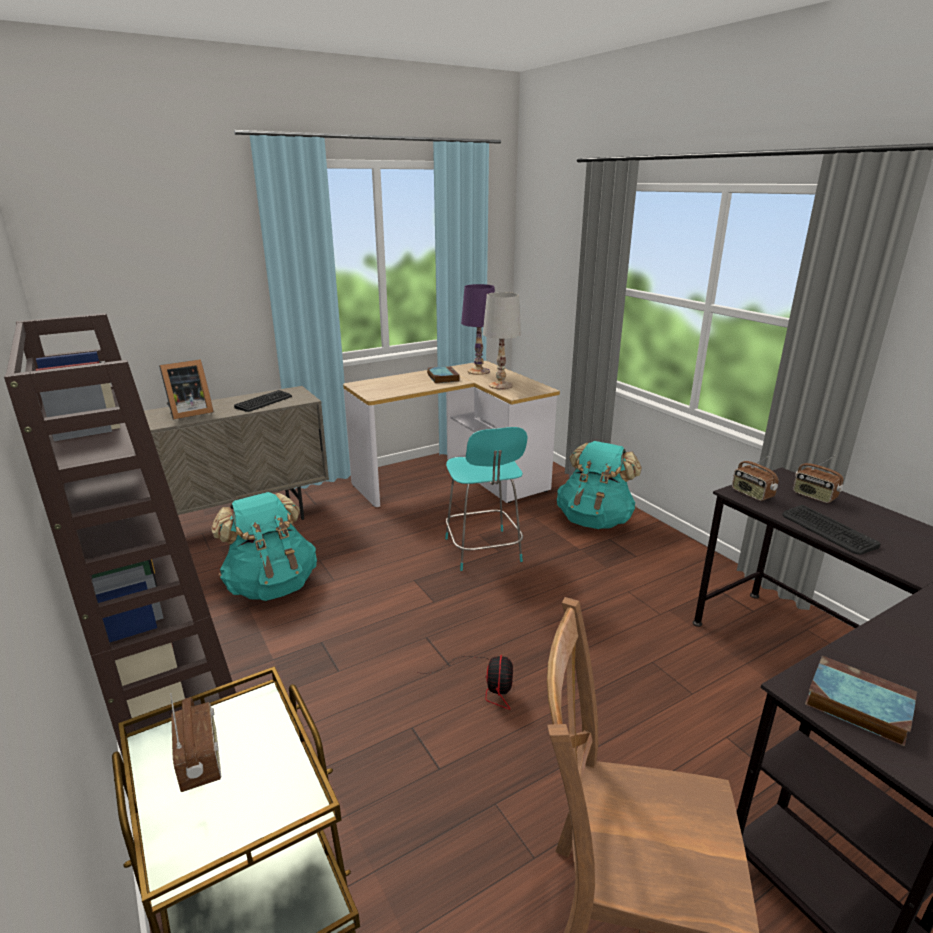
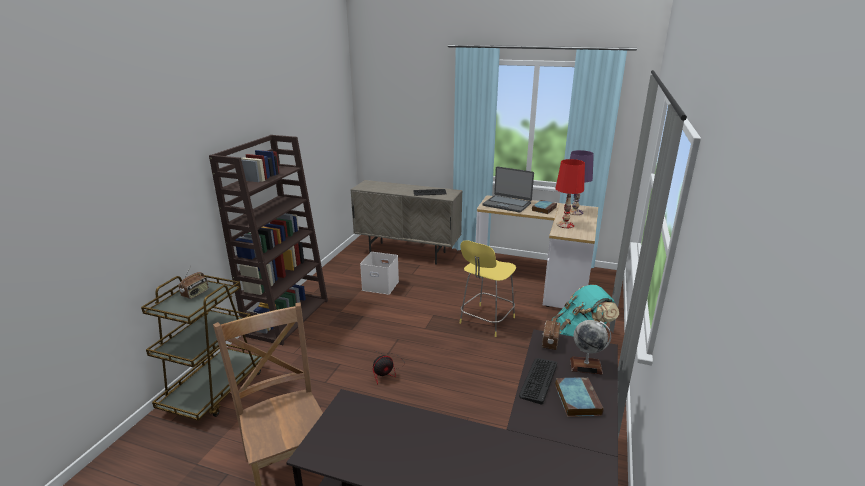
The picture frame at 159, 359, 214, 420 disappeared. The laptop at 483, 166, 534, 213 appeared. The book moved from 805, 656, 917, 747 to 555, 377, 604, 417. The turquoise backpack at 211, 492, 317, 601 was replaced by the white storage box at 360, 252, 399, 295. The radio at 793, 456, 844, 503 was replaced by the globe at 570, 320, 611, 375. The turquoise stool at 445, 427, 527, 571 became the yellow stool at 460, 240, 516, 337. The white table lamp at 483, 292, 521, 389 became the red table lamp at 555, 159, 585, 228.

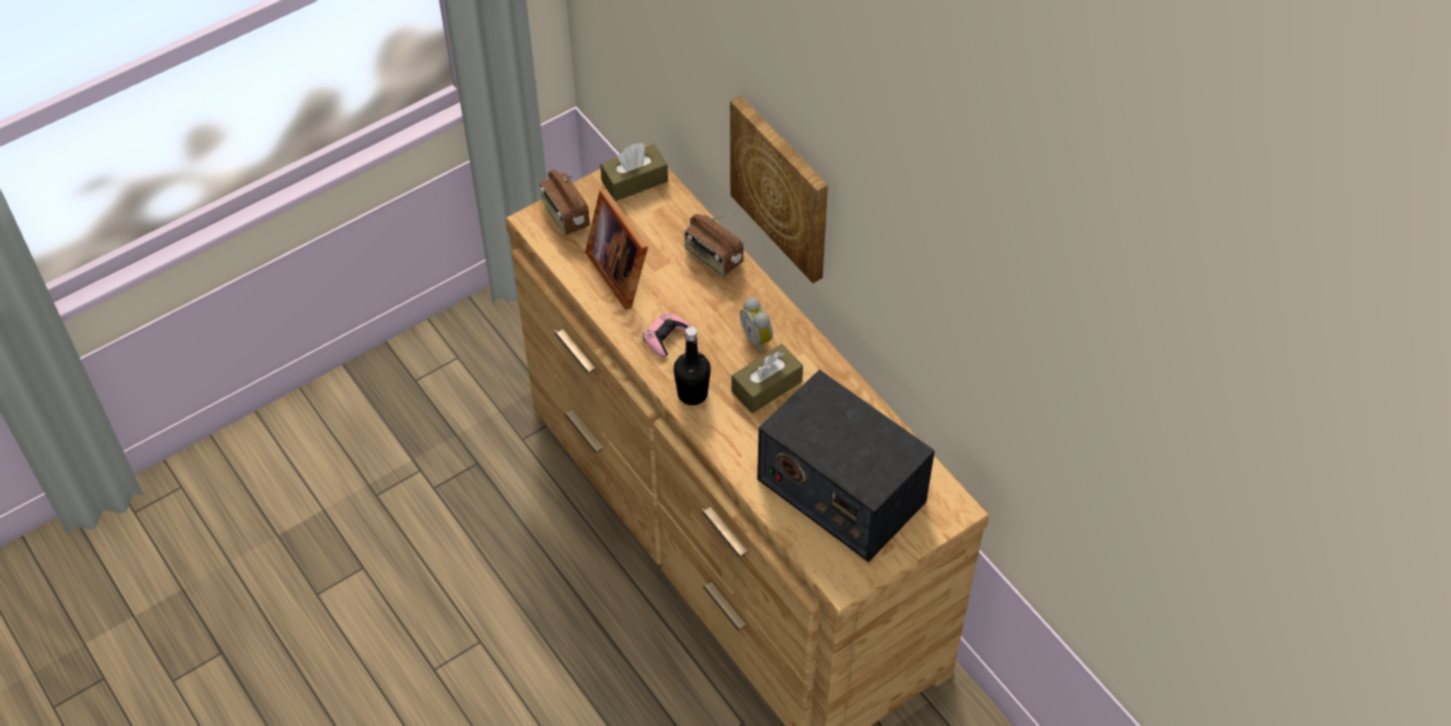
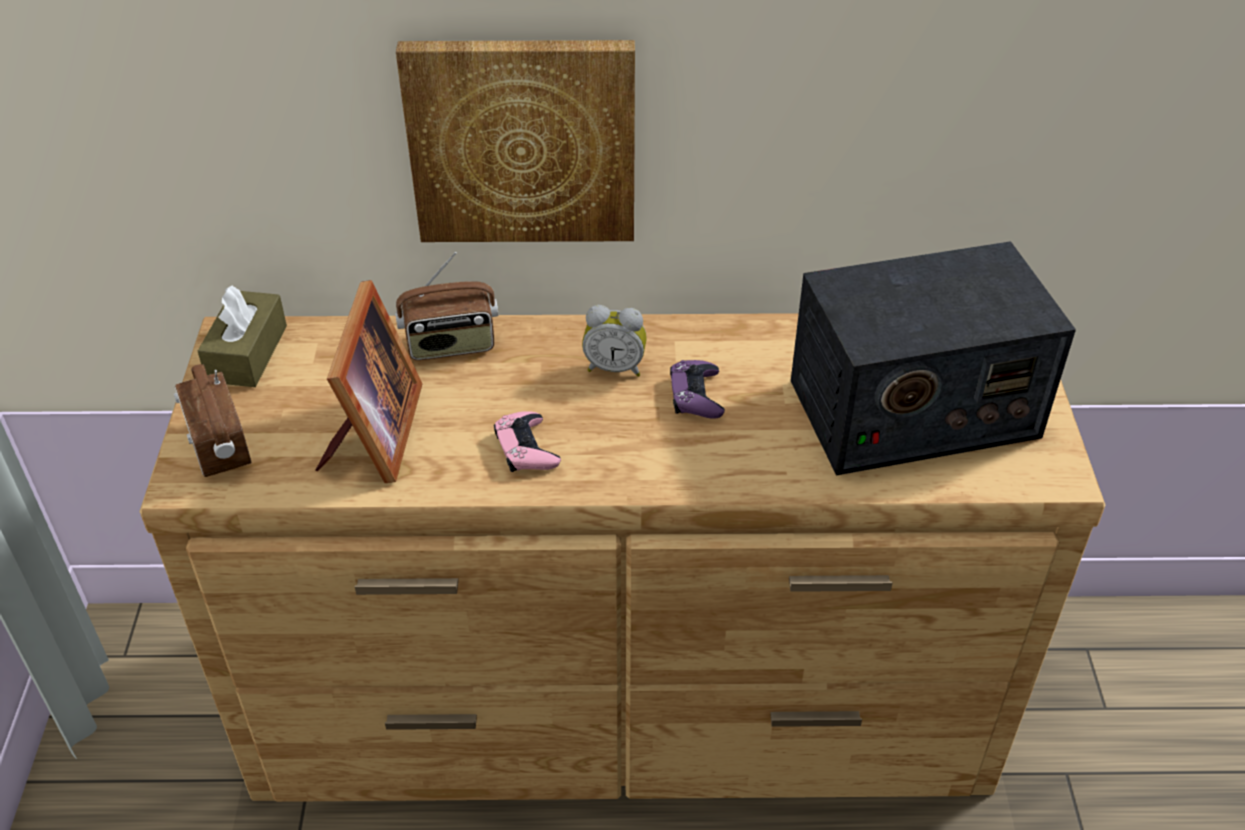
The black bottle at 674, 326, 711, 405 disappeared. The brown tissue box at 732, 344, 803, 413 was replaced by the purple game controller at 670, 360, 725, 418. The radio at 540, 169, 590, 236 turned 60 degrees clockwise. The picture frame at 585, 189, 648, 310 turned 90 degrees counterclockwise.

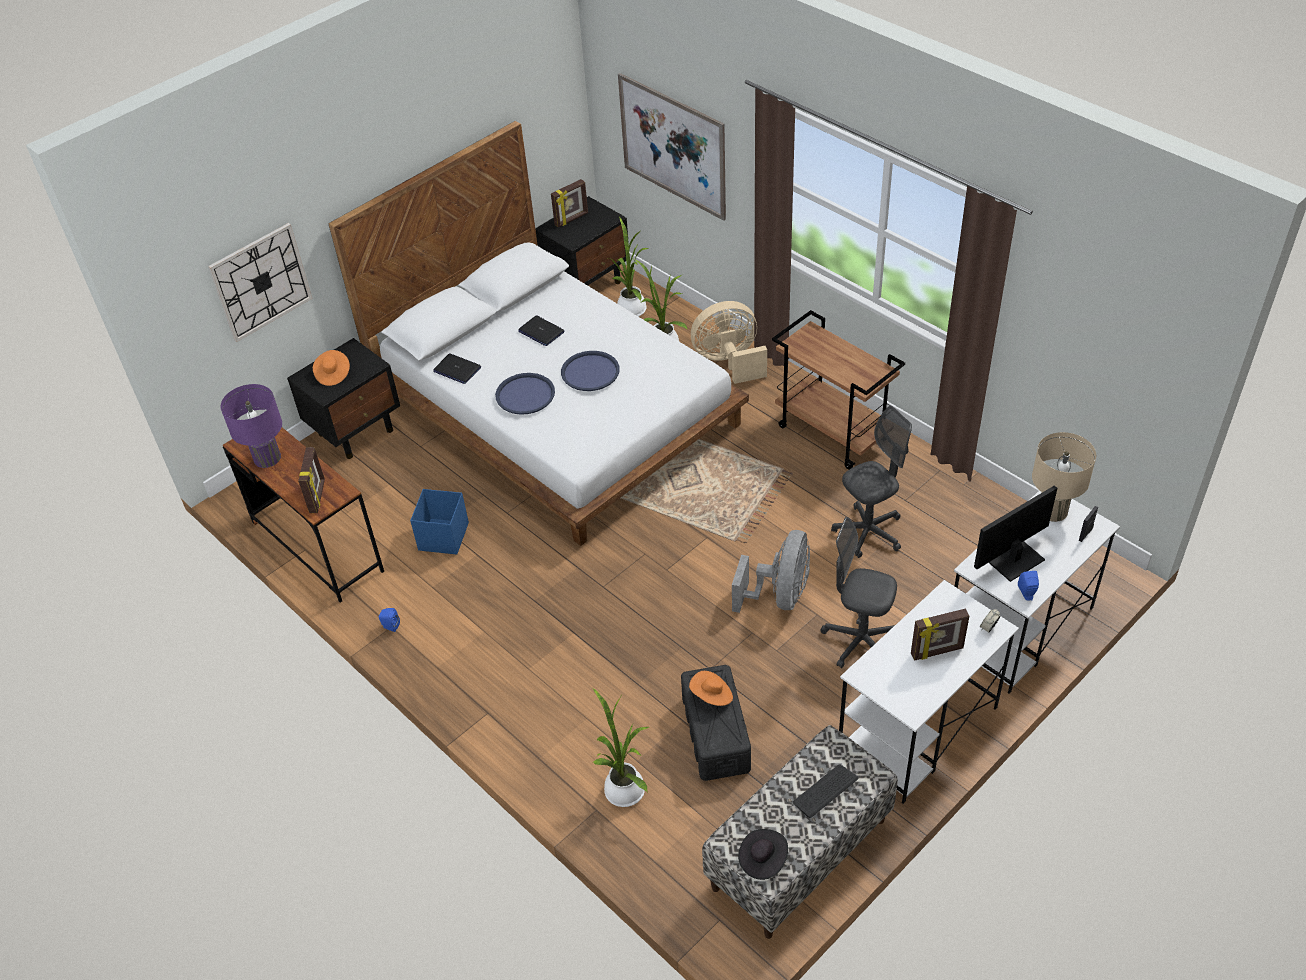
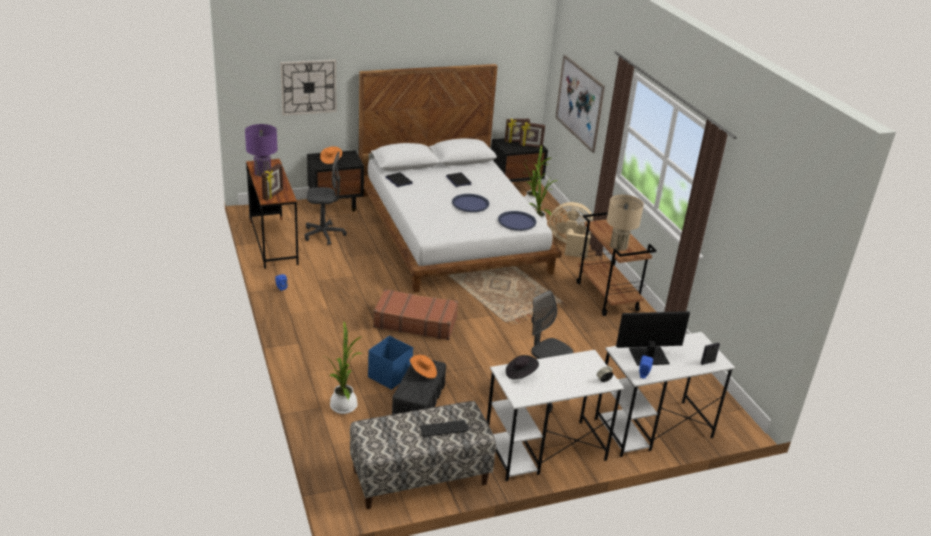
The grey fan at 732, 530, 810, 613 disappeared. The brown suitcase at 373, 289, 458, 340 appeared. The blue storage box moved from 410, 489, 469, 555 to 368, 336, 413, 390. The blue tray moved from 495, 373, 555, 415 to 498, 211, 536, 231. The black hat moved from 738, 829, 788, 880 to 506, 355, 539, 380. The grey office chair moved from 831, 406, 912, 558 to 305, 151, 347, 245. The picture frame moved from 911, 609, 969, 661 to 519, 122, 545, 148. The beige table lamp moved from 1032, 432, 1096, 522 to 607, 195, 644, 251.

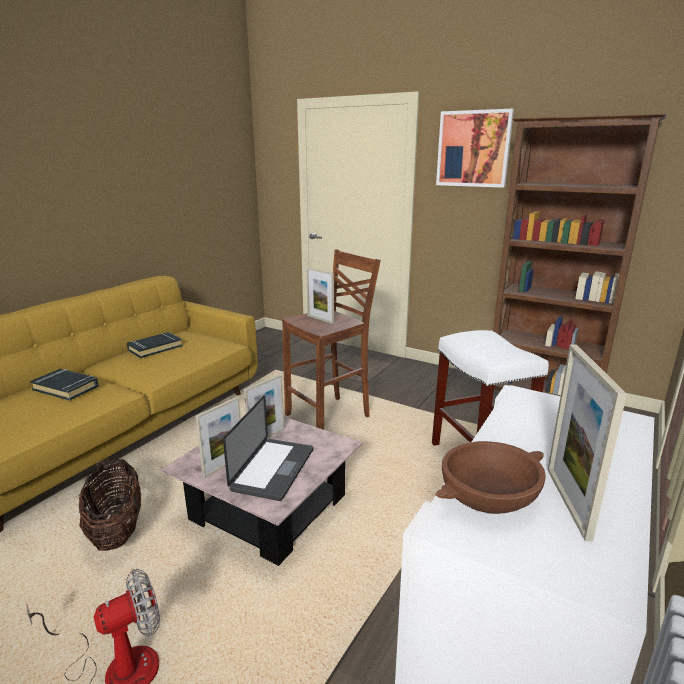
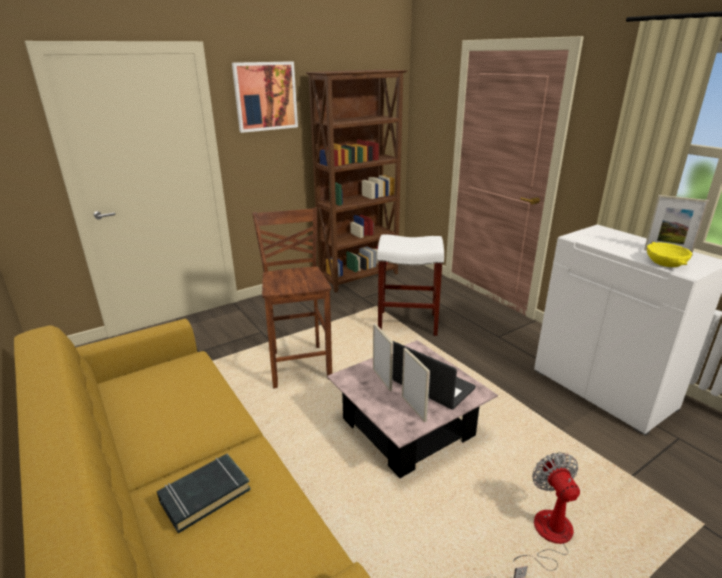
The basket at 79, 458, 142, 551 disappeared. The black book at 127, 332, 183, 358 disappeared. The picture frame at 306, 268, 334, 324 disappeared. The brown bowl at 435, 441, 546, 514 became the yellow bowl at 647, 242, 693, 267.

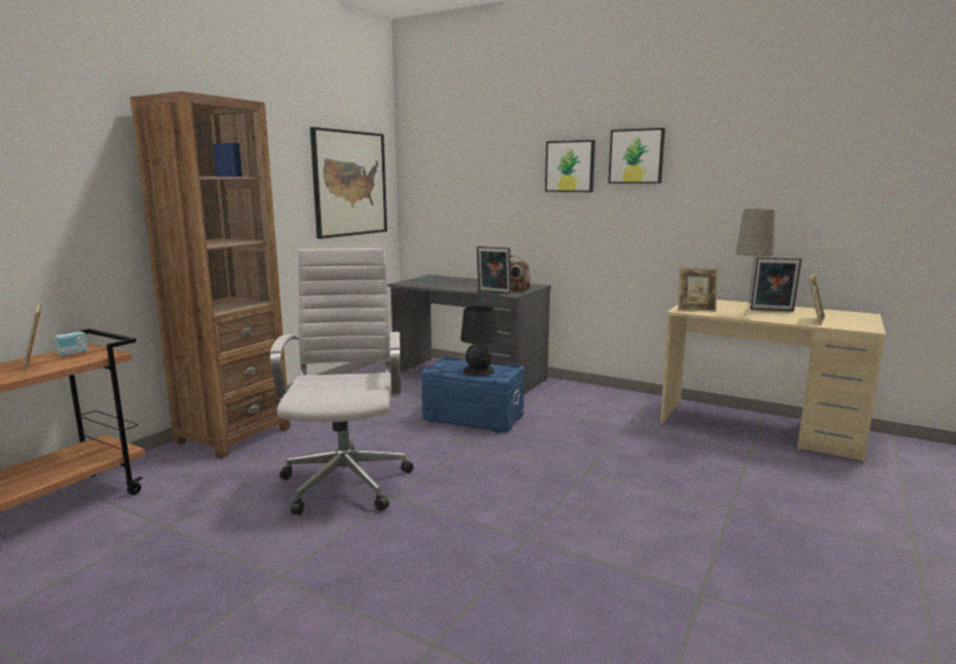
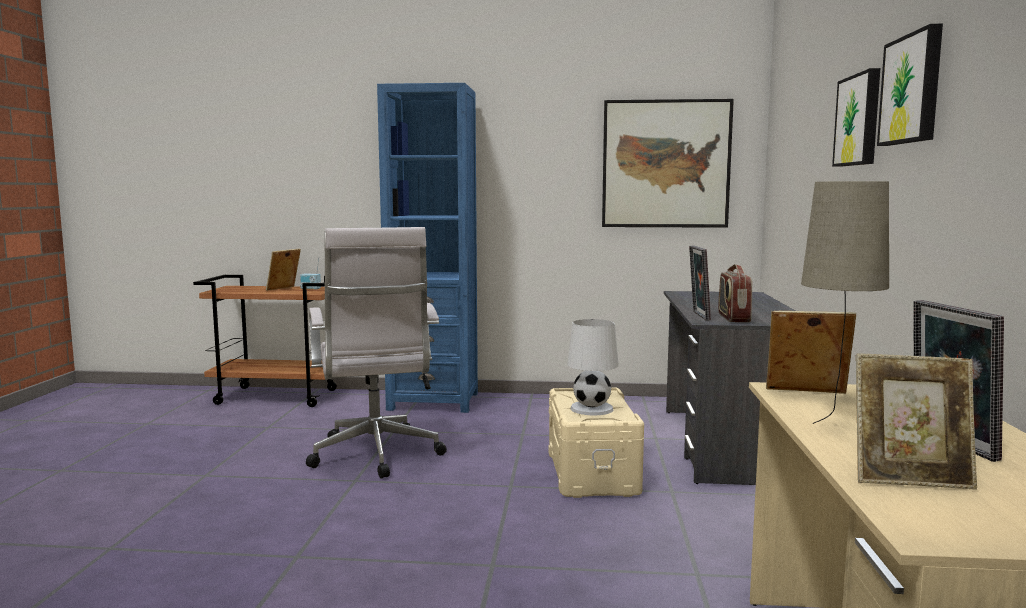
The brown bookcase at 130, 91, 290, 459 became the blue bookcase at 377, 83, 478, 413. The blue storage box at 421, 357, 524, 433 became the beige storage box at 549, 387, 644, 498. The black table lamp at 461, 306, 498, 376 became the white table lamp at 567, 319, 619, 415. The white office chair at 270, 248, 414, 515 turned 105 degrees clockwise. The picture frame at 678, 267, 718, 312 turned 120 degrees clockwise.

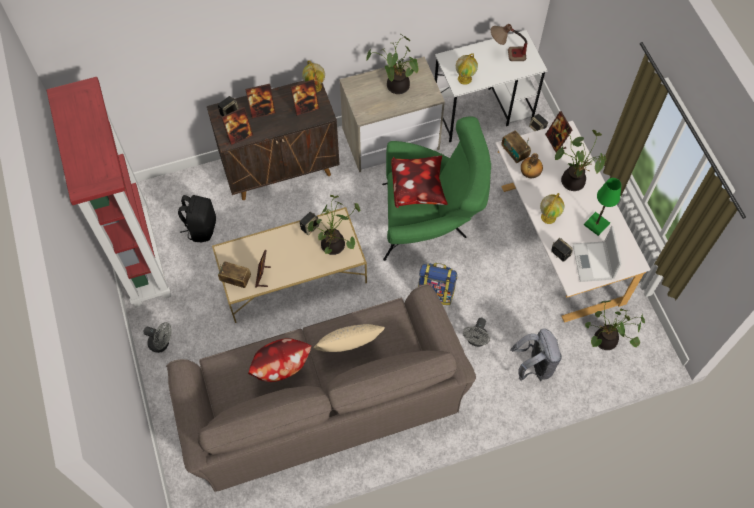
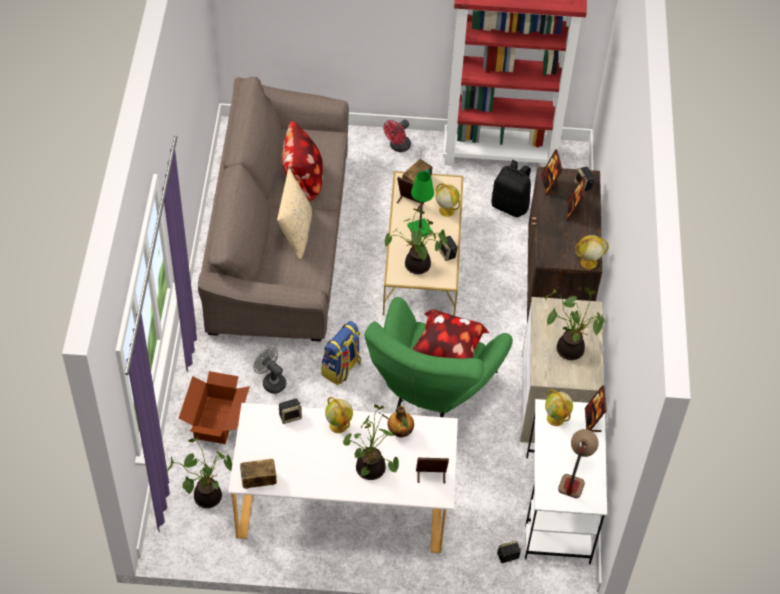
The laptop at 573, 226, 622, 282 disappeared. The globe at 436, 184, 460, 217 appeared. The picture frame moved from 290, 79, 320, 116 to 585, 385, 607, 432. The radio moved from 502, 131, 531, 164 to 240, 459, 277, 489. The green table lamp moved from 584, 178, 621, 236 to 407, 171, 434, 237. The grey backpack at 511, 328, 562, 381 was replaced by the cardboard box at 178, 371, 250, 444. The grey fan at 143, 322, 171, 353 became the red fan at 383, 119, 411, 152.

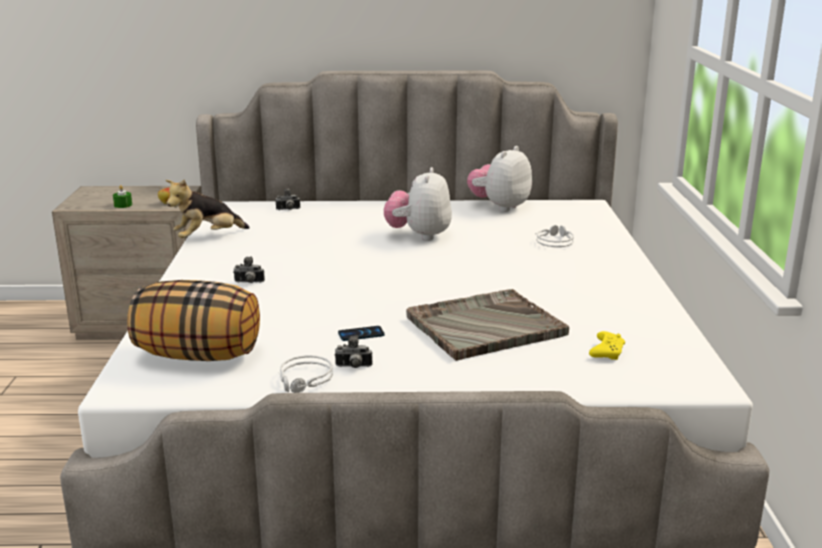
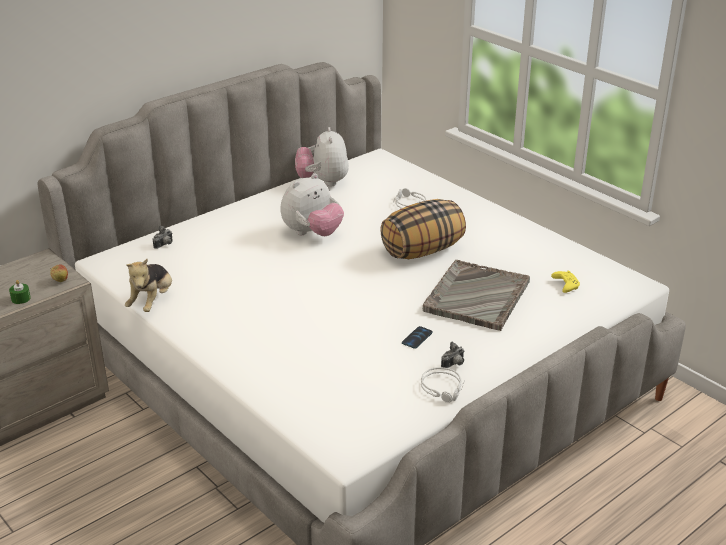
The photo camera at 234, 256, 265, 283 disappeared. The pillow moved from 127, 280, 260, 361 to 380, 199, 466, 259. The plush toy at 384, 167, 452, 241 turned 105 degrees counterclockwise.

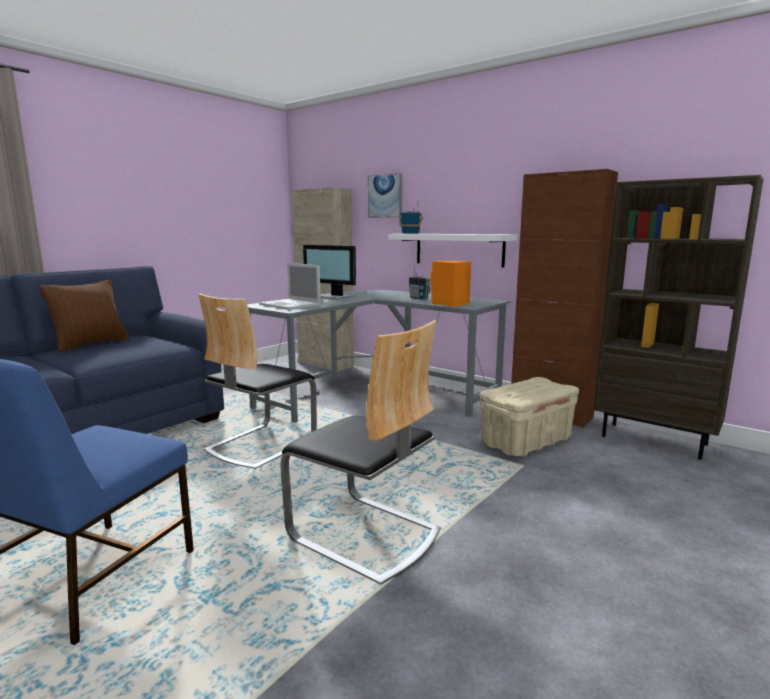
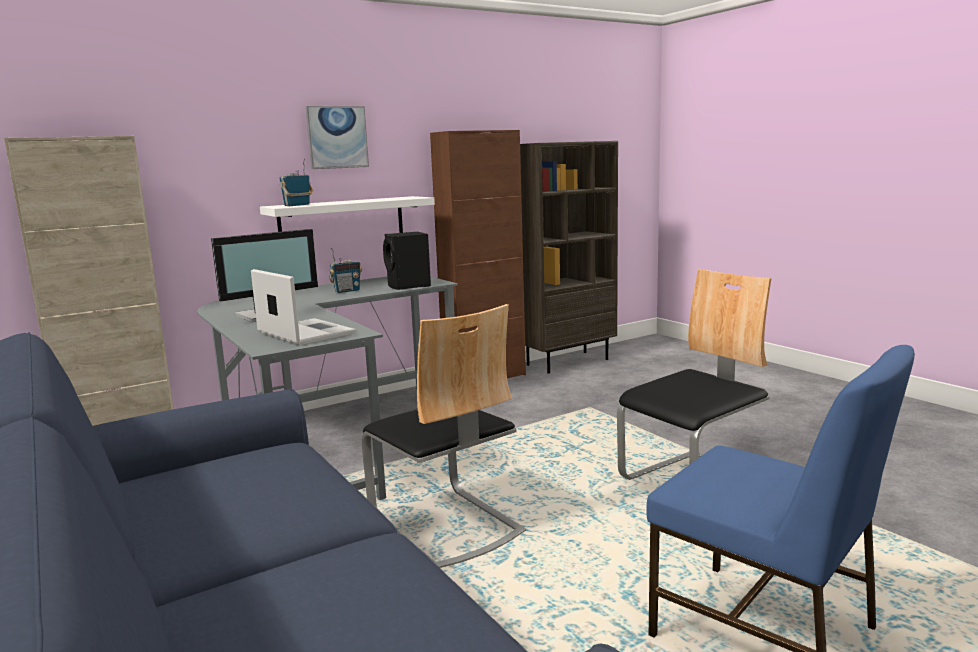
The brown pillow at 39, 280, 129, 352 disappeared. The beige storage box at 480, 377, 579, 456 disappeared. The picture moved from 368, 173, 402, 218 to 305, 106, 369, 169. The orange speaker at 430, 260, 471, 307 became the black speaker at 383, 232, 431, 290. The laptop at 259, 263, 321, 310 turned 105 degrees counterclockwise.

